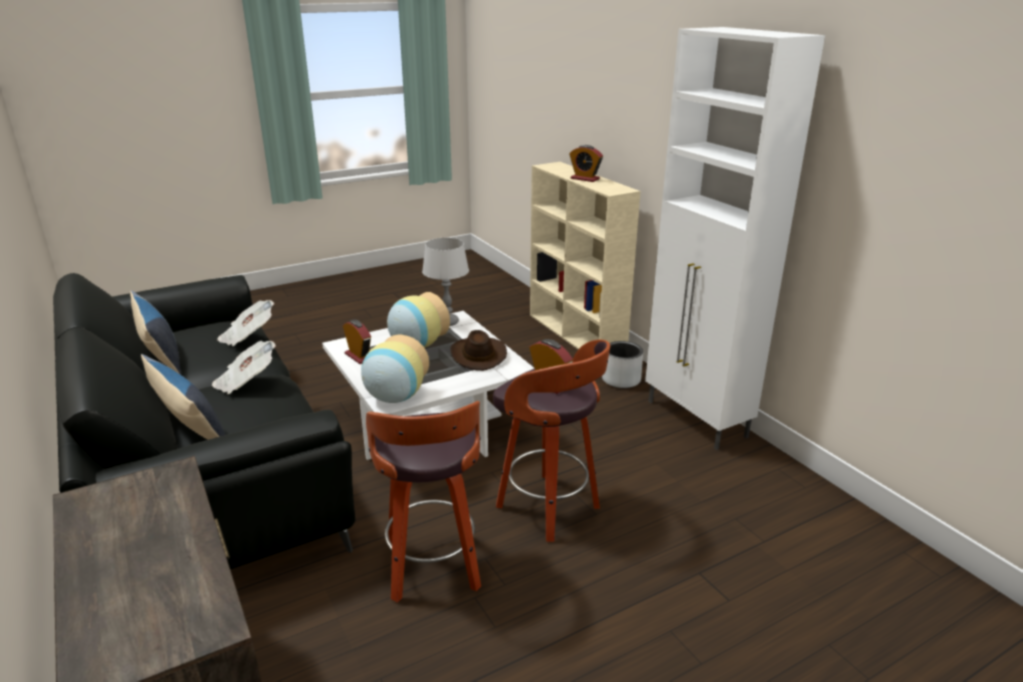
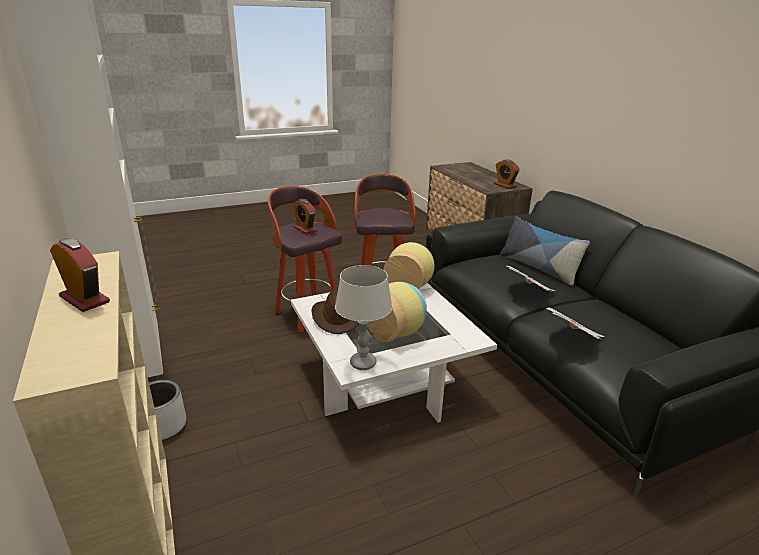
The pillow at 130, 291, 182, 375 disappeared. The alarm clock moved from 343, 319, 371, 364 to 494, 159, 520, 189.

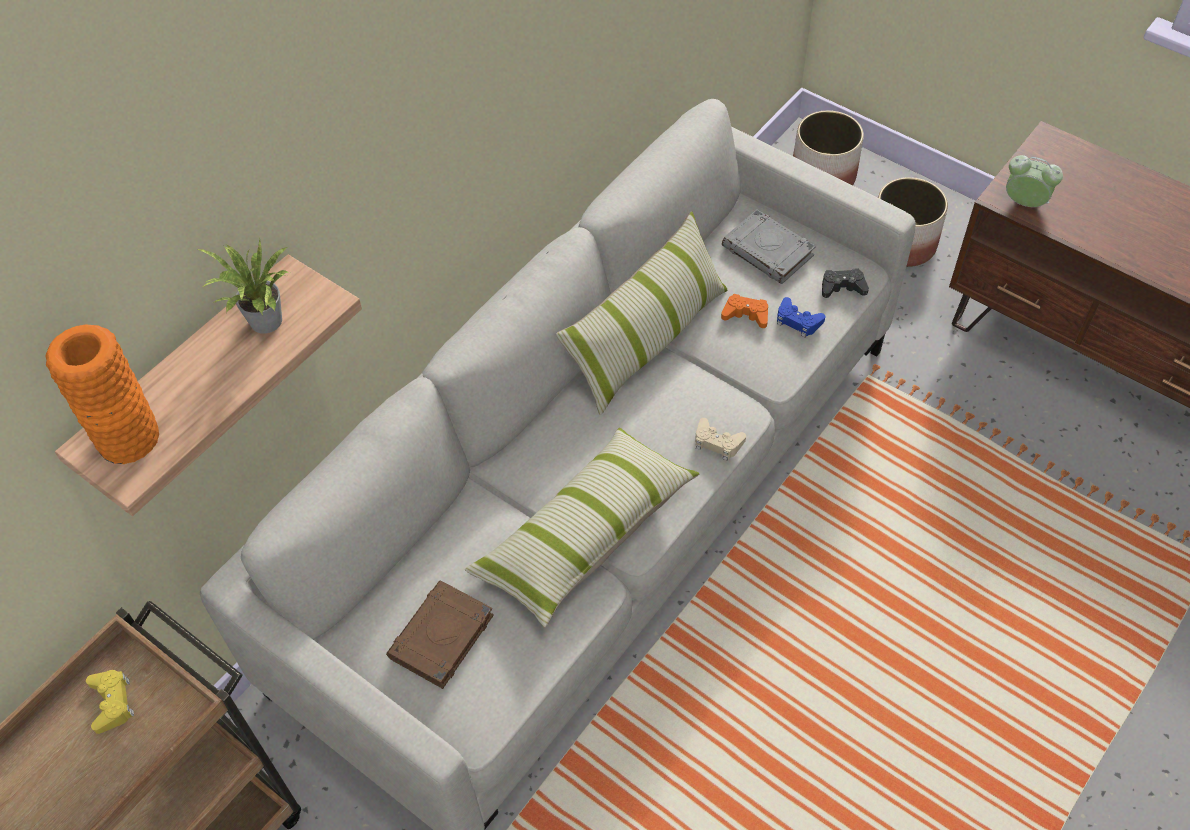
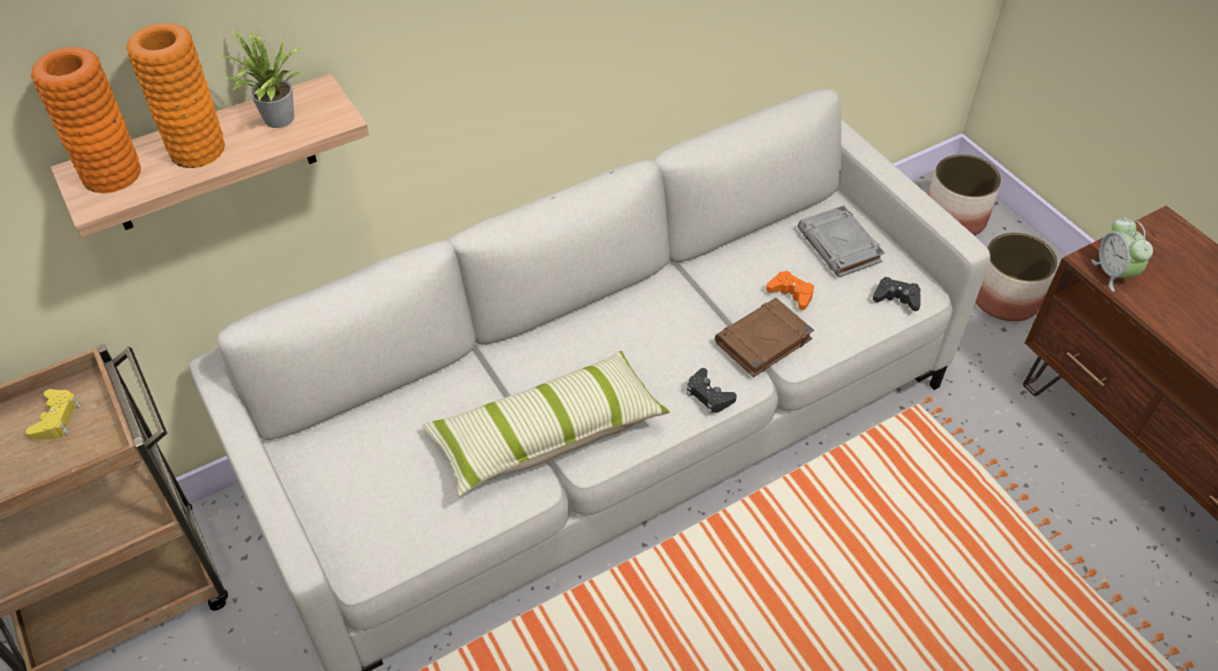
The pillow at 556, 211, 728, 415 disappeared. The blue game controller at 777, 297, 825, 337 disappeared. The orange vase at 127, 23, 225, 168 appeared. The brown book moved from 386, 580, 494, 689 to 715, 298, 814, 377. The beige game controller at 695, 418, 746, 460 became the black game controller at 686, 368, 737, 414. The alarm clock at 1006, 155, 1063, 207 turned 150 degrees counterclockwise.

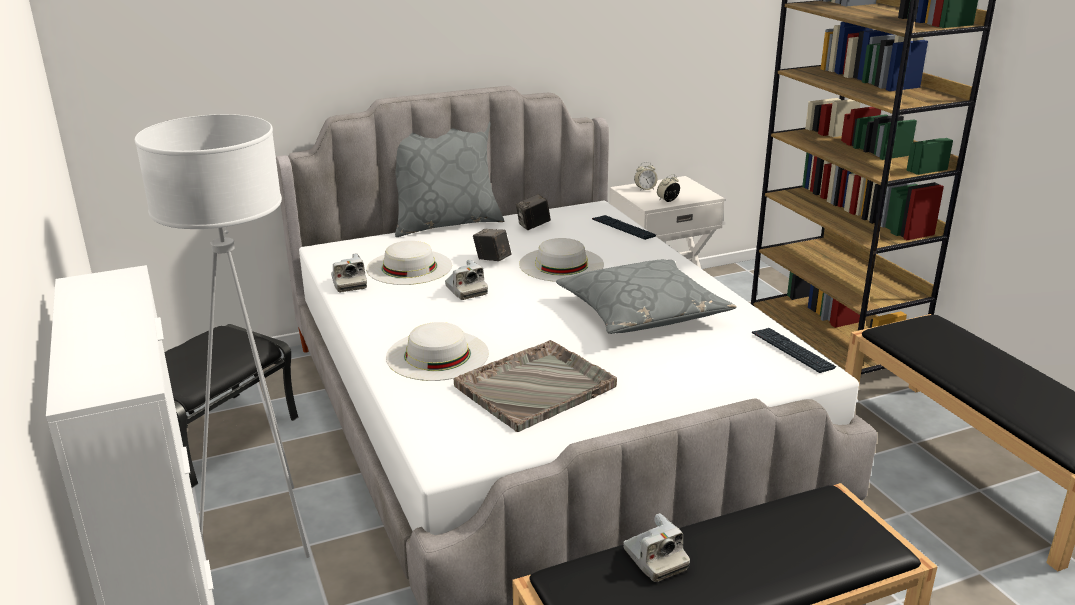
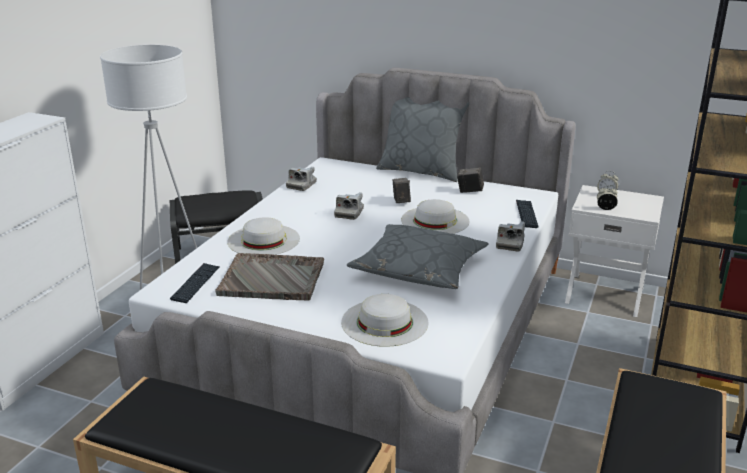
The white hat moved from 366, 241, 452, 285 to 341, 294, 429, 347. The photo camera moved from 623, 513, 690, 582 to 496, 221, 525, 251. The keyboard moved from 752, 328, 836, 373 to 170, 263, 220, 303.

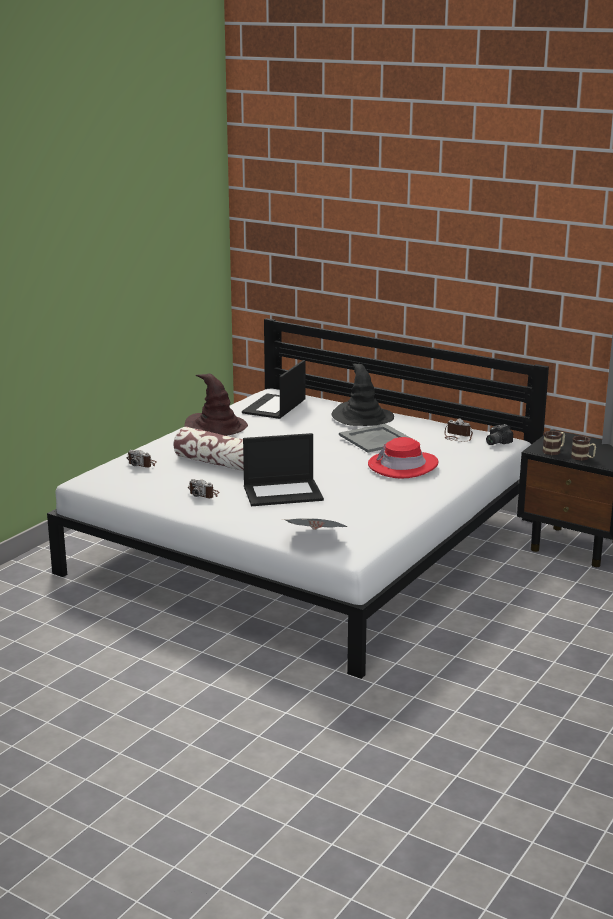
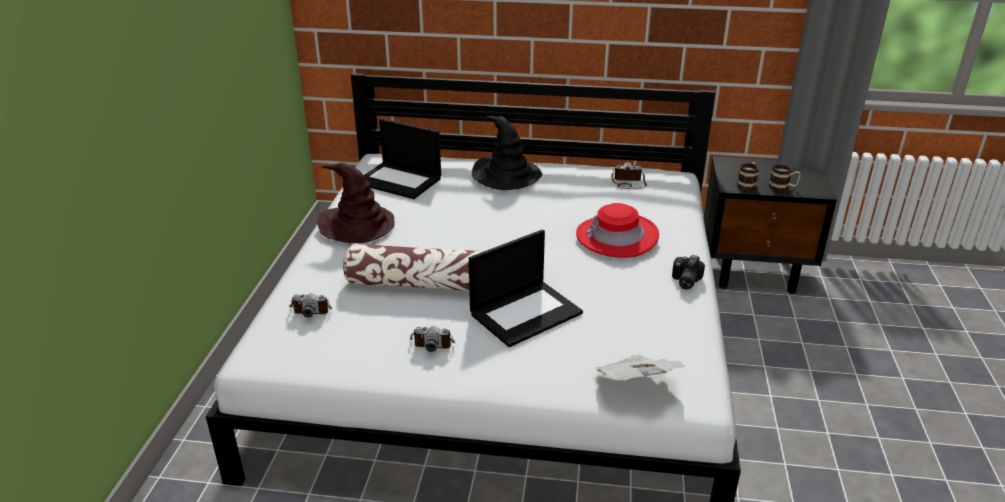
The grey tray at 339, 424, 410, 453 disappeared. The photo camera moved from 486, 424, 513, 445 to 672, 255, 705, 290. The laptop at 242, 360, 306, 419 turned 60 degrees counterclockwise.

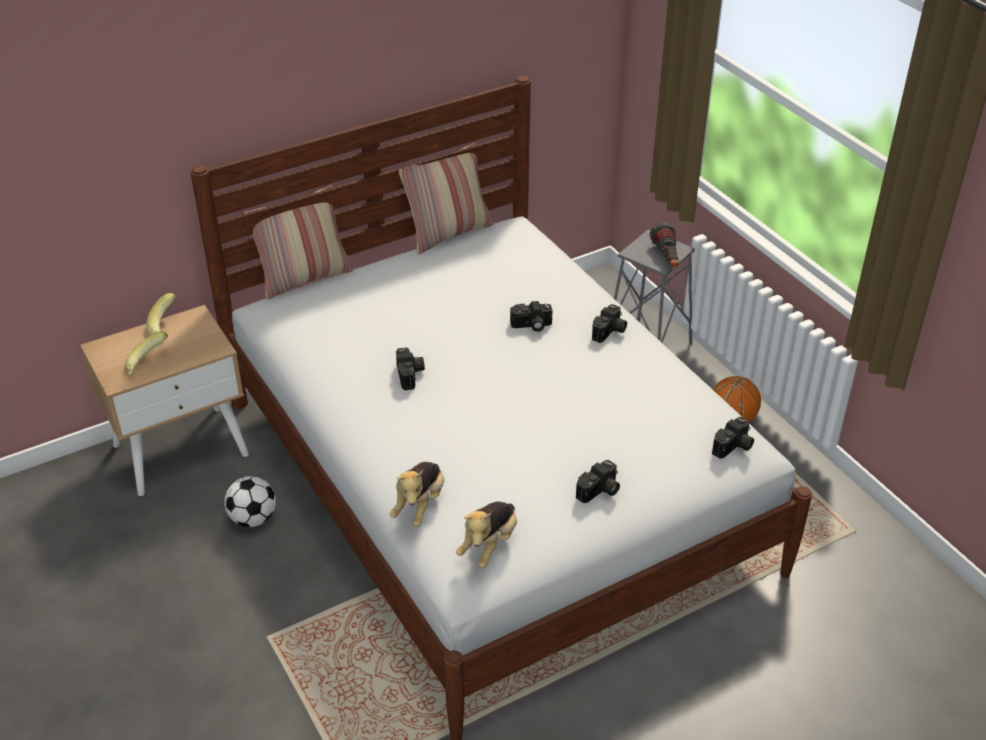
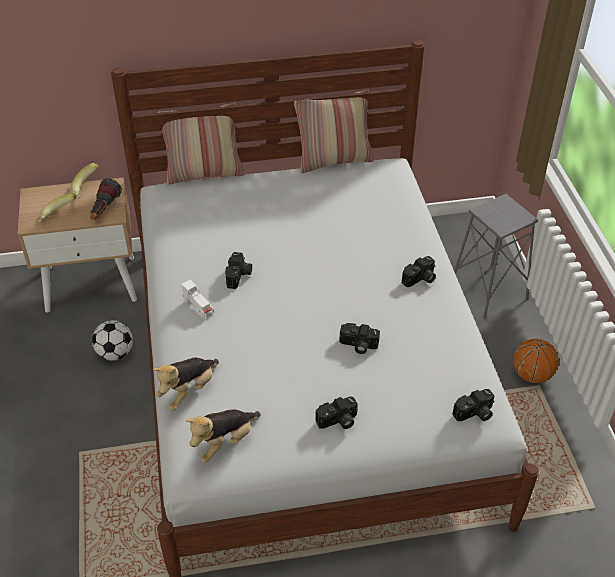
The white toy car at 182, 280, 214, 318 appeared. The photo camera moved from 510, 301, 552, 332 to 339, 323, 380, 354. The flashlight moved from 650, 222, 679, 267 to 90, 178, 122, 220.

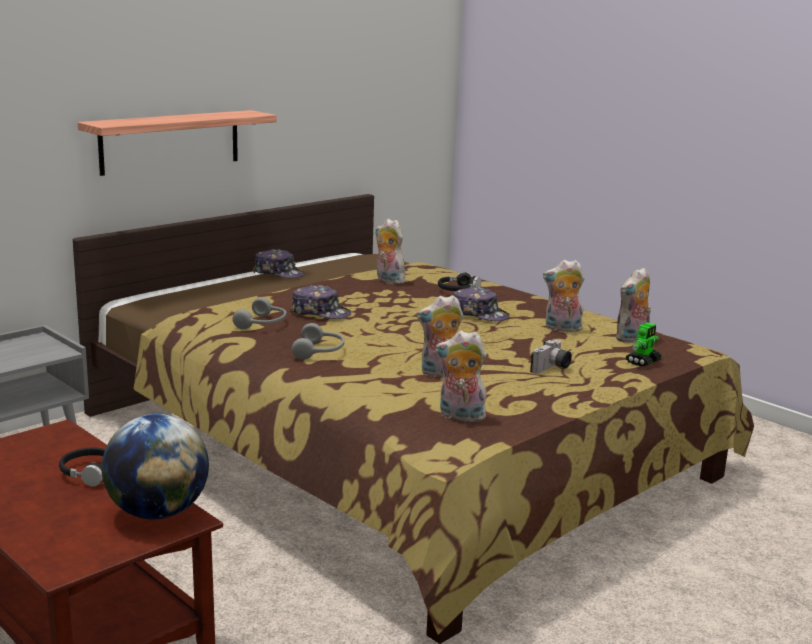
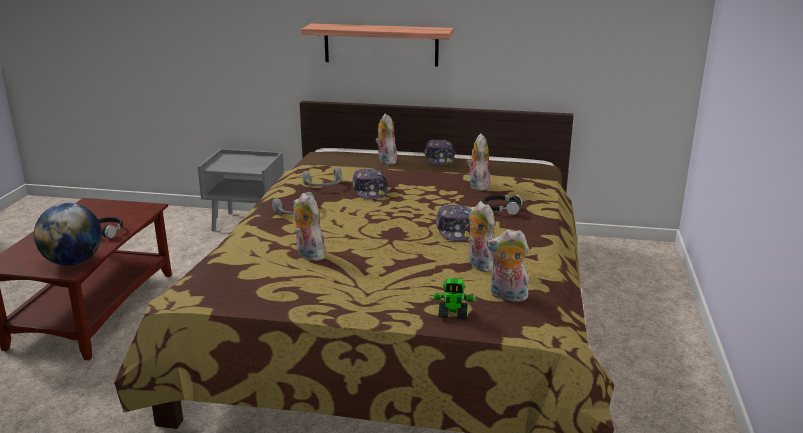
The photo camera at 530, 340, 572, 374 disappeared. The plush toy moved from 435, 330, 487, 422 to 375, 114, 397, 165.

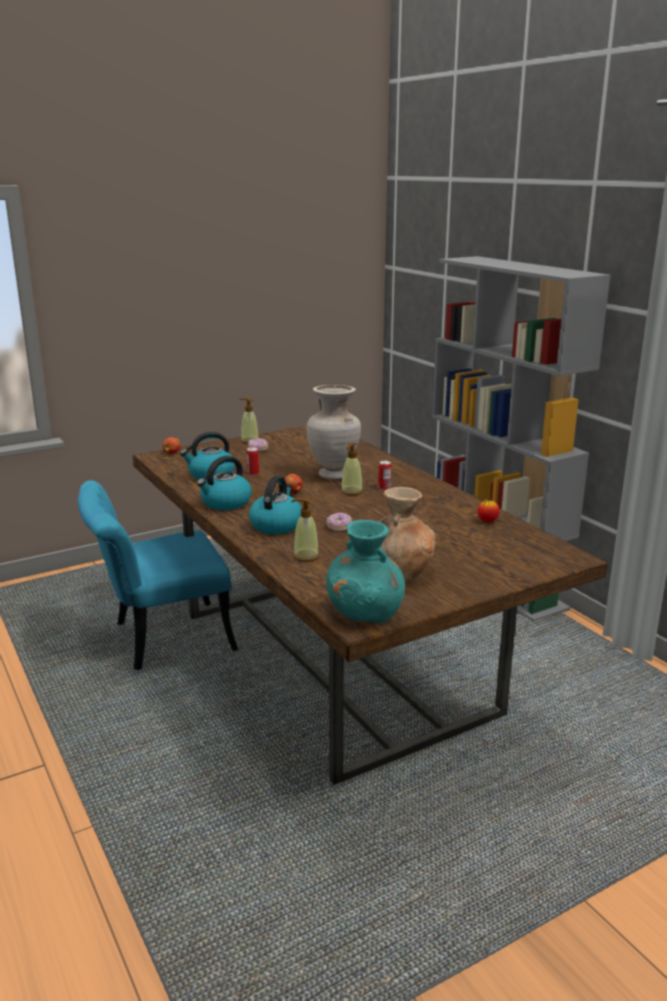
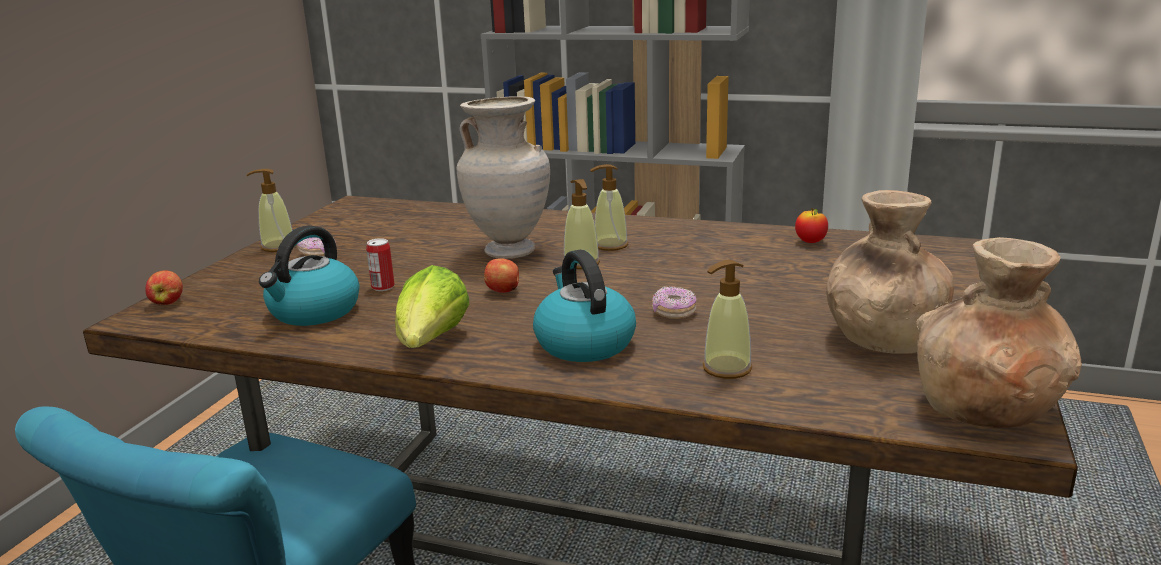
The kettle at 197, 456, 252, 510 was replaced by the lettuce at 395, 265, 469, 348. The can at 378, 461, 392, 490 was replaced by the soap dispenser at 590, 164, 628, 251. The turquoise vase at 326, 520, 405, 624 became the brown vase at 916, 237, 1082, 428.

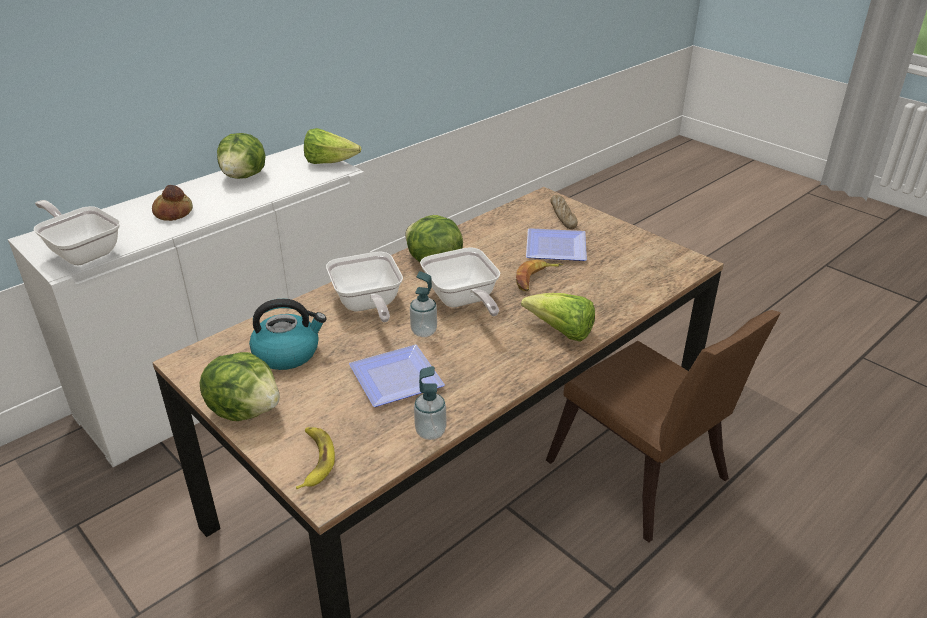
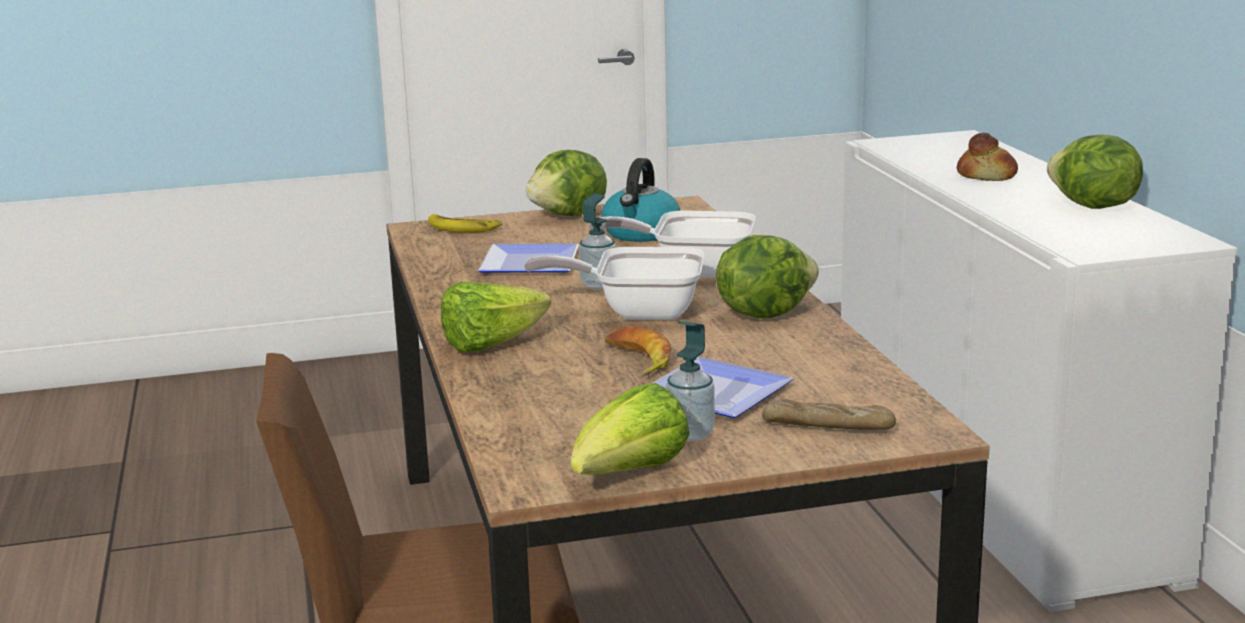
The frying pan at 33, 200, 120, 265 disappeared. The lettuce moved from 304, 128, 361, 164 to 571, 383, 689, 475. The soap dispenser moved from 414, 366, 447, 440 to 666, 321, 715, 441.

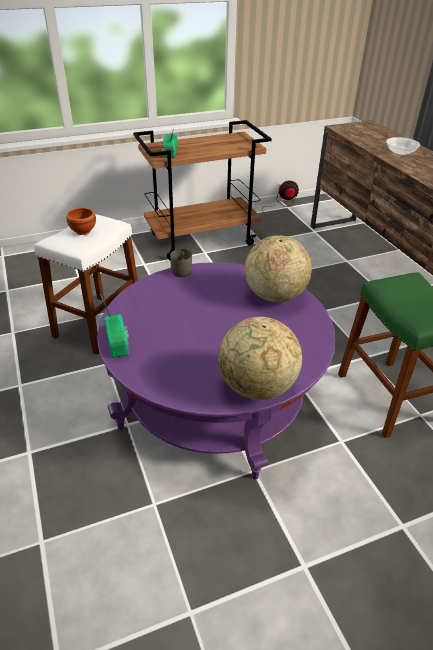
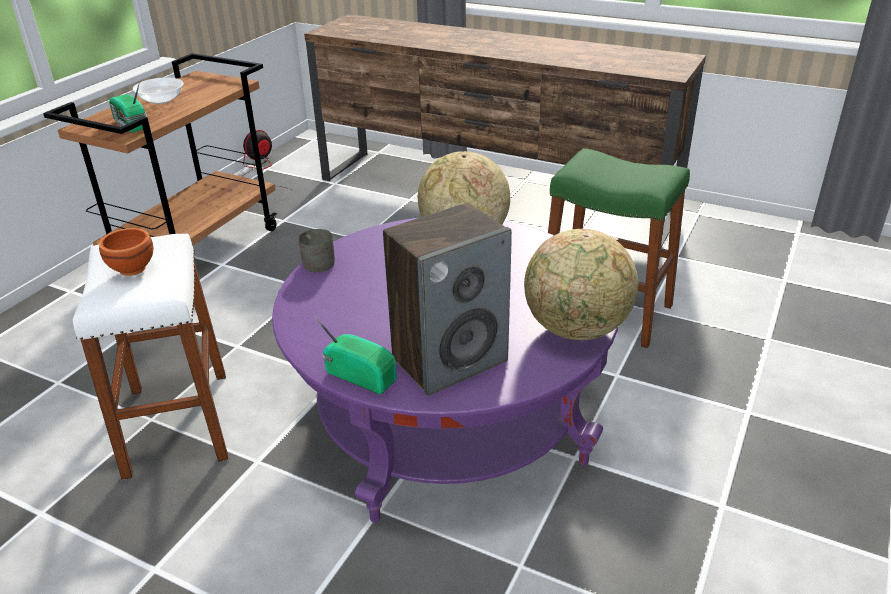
The speaker at 383, 203, 512, 396 appeared. The bowl moved from 386, 137, 420, 156 to 133, 77, 184, 104.

